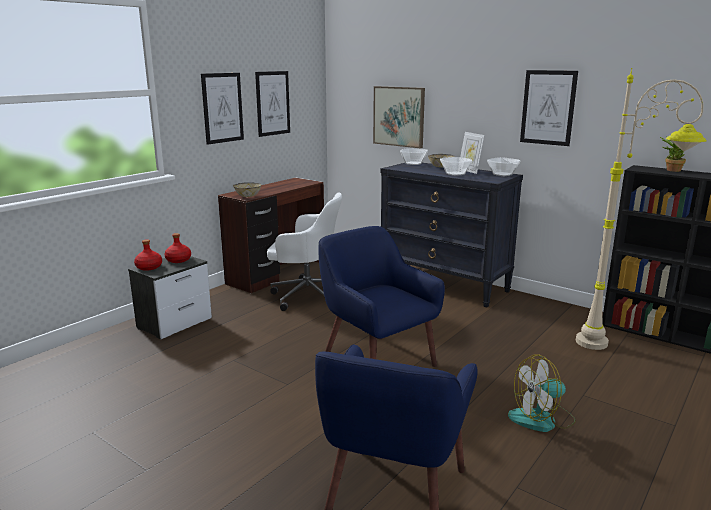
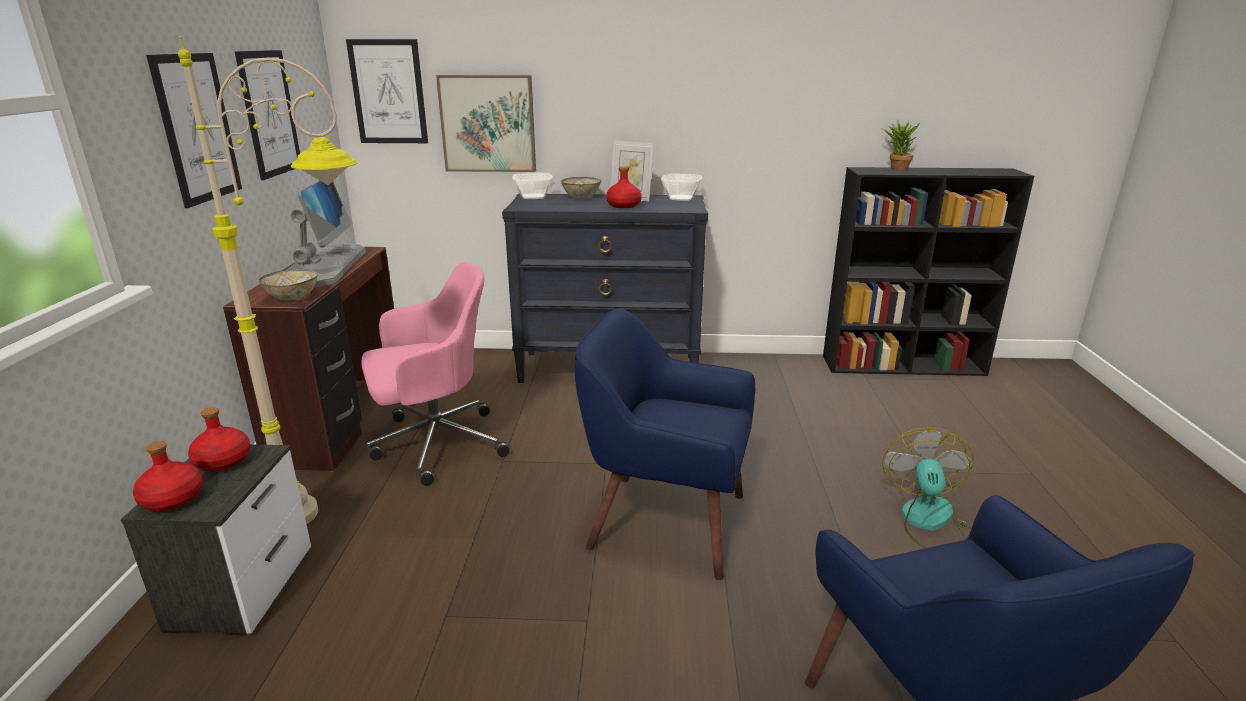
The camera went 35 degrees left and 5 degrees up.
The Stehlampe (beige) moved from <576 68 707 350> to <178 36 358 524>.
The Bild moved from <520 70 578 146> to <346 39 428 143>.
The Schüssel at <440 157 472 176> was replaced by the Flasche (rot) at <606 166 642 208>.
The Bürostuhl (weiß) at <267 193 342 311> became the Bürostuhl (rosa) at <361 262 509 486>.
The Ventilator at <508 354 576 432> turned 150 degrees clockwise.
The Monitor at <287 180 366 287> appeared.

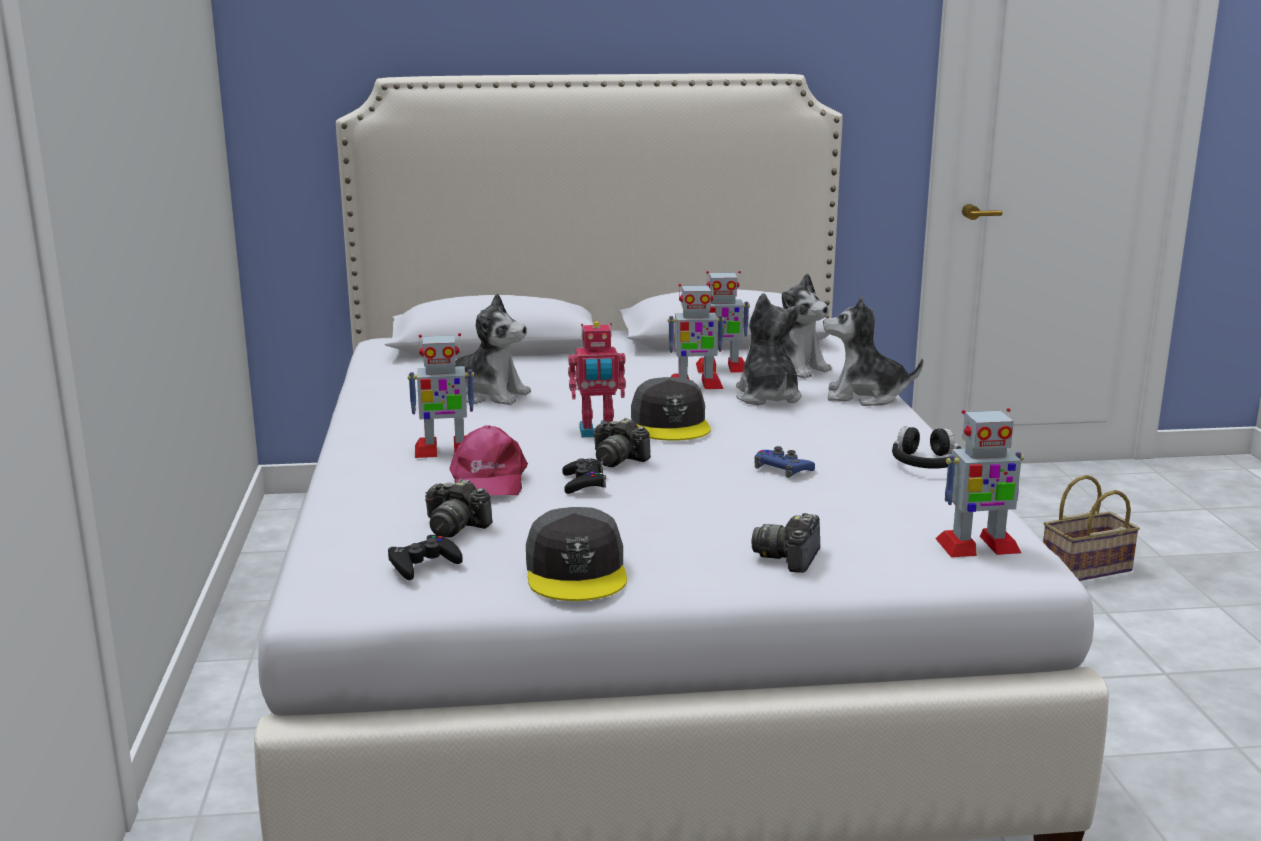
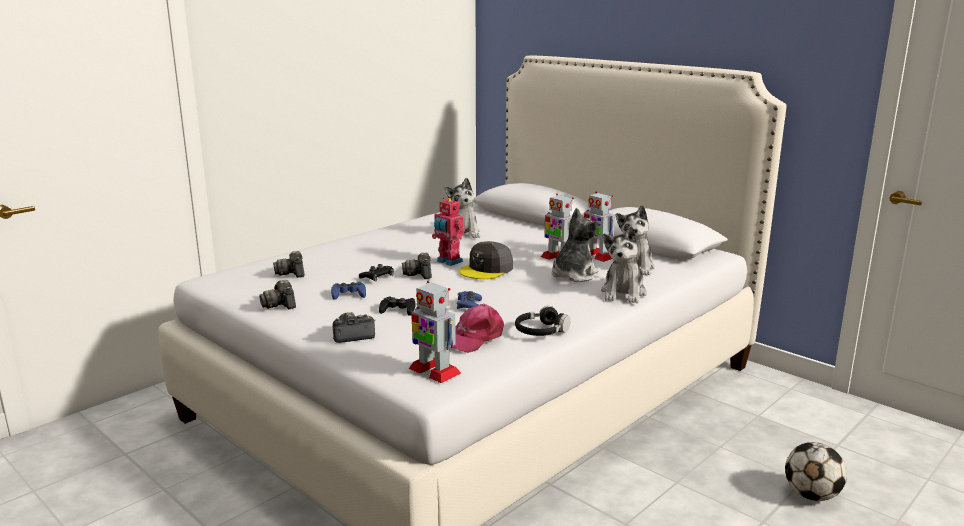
The camera went 50 degrees right and 0 degrees up.
The Plüschtier at <823 296 923 406> turned 135 degrees counterclockwise.
The Spielzeugroboter at <408 333 474 458> disappeared.
The Kappe (rosa) moved from <450 425 528 495> to <453 304 504 353>.
The Korb at <1043 475 1140 581> was replaced by the Fußball at <785 442 847 501>.
The Kappe (grau) at <526 507 627 601> was replaced by the Kamera at <259 280 296 309>.
The Gamepad (schwarz) moved from <388 535 463 580> to <379 297 416 316>.
The Gamepad (blau) at <331 282 366 300> appeared.

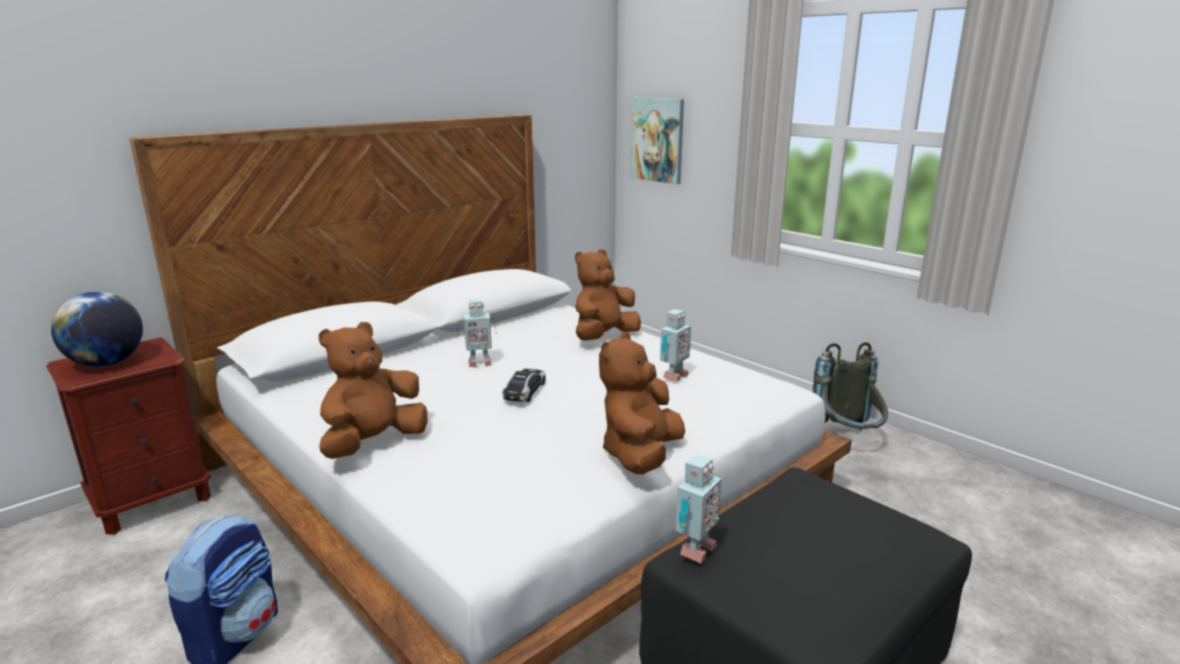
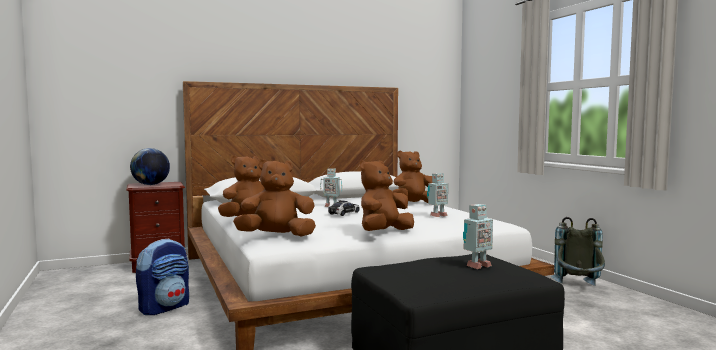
The camera went 20 degrees right and 15 degrees down.
The Bild at <630 97 684 185> disappeared.
The Spielzeugroboter moved from <676 454 721 563> to <463 204 493 269>.
The Plüschtier (braun) at <233 159 316 237> appeared.

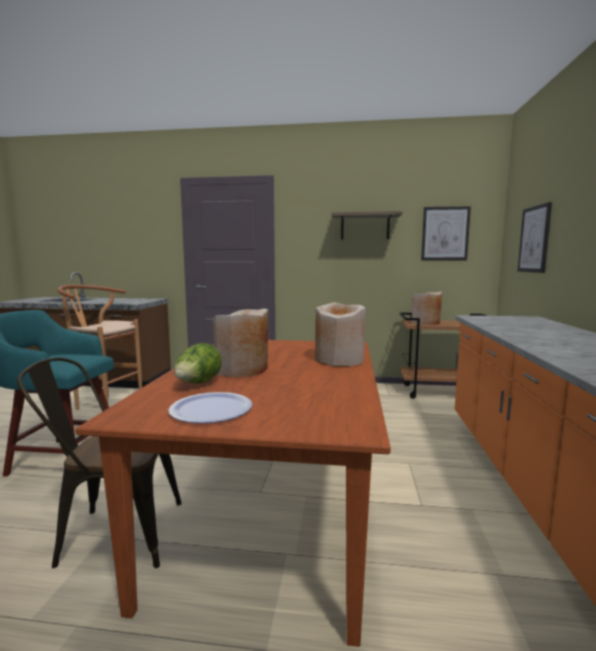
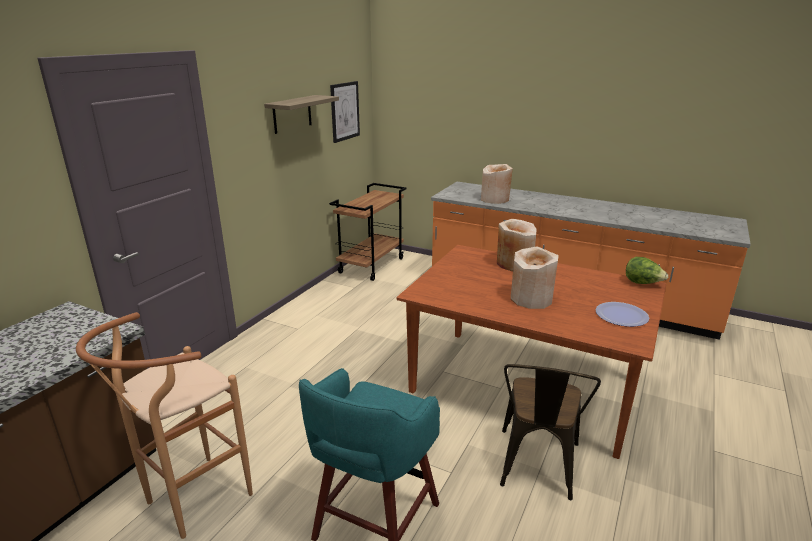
The camera went 70 degrees left and 15 degrees up.
The Bild at <518 202 552 273> disappeared.
The Vase (beige) moved from <412 292 442 325> to <481 164 513 204>.
The Salatkopf moved from <174 343 222 384> to <626 257 668 284>.

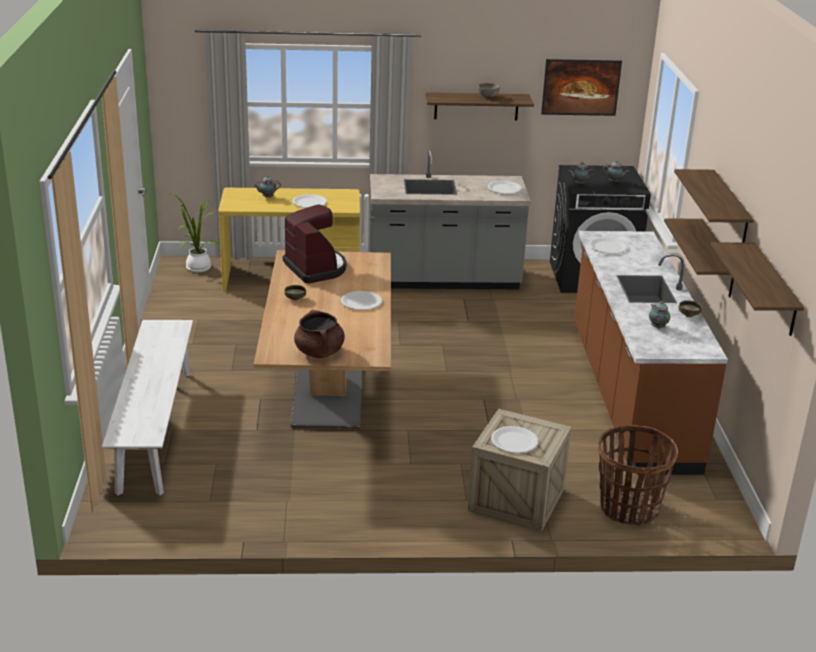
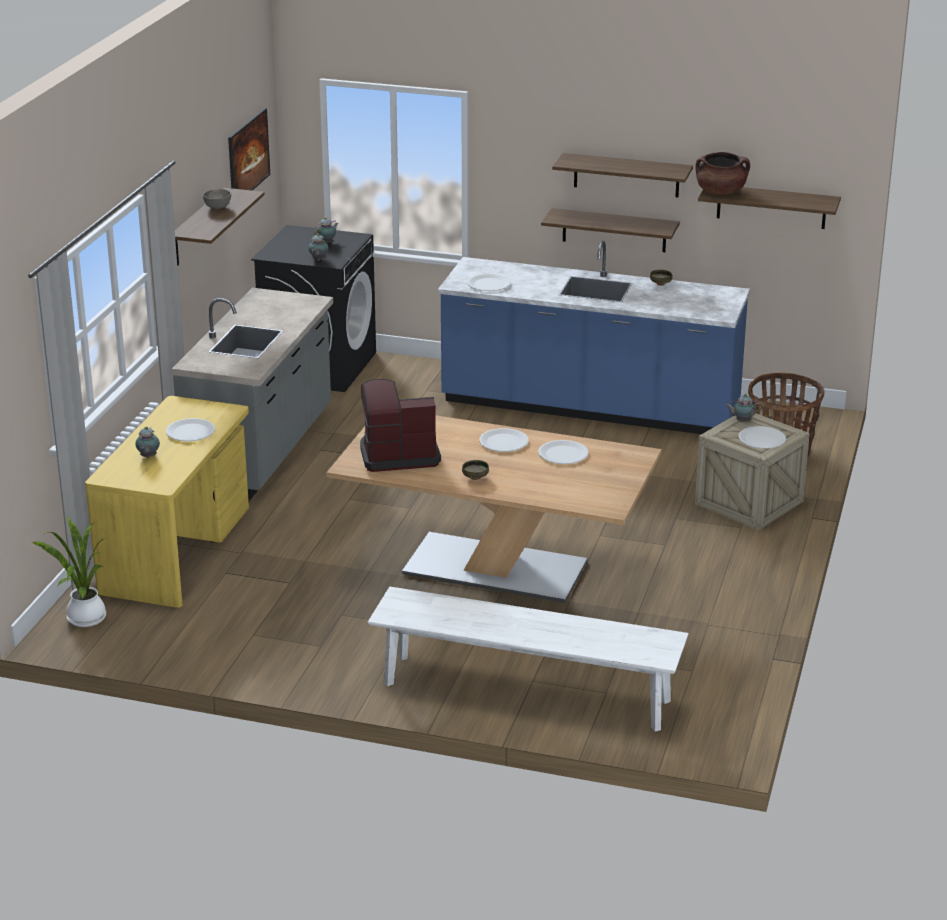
The camera went 70 degrees left and 0 degrees up.
The Teller (weiß) moved from <488 181 522 194> to <538 440 589 464>.
The Küchenzeile (braun) at <574 231 728 475> became the Küchenzeile (blau) at <438 241 750 434>.
The Teekanne moved from <649 301 670 329> to <726 394 762 422>.
The Kochtopf (braun) moved from <294 310 345 358> to <695 152 750 195>.

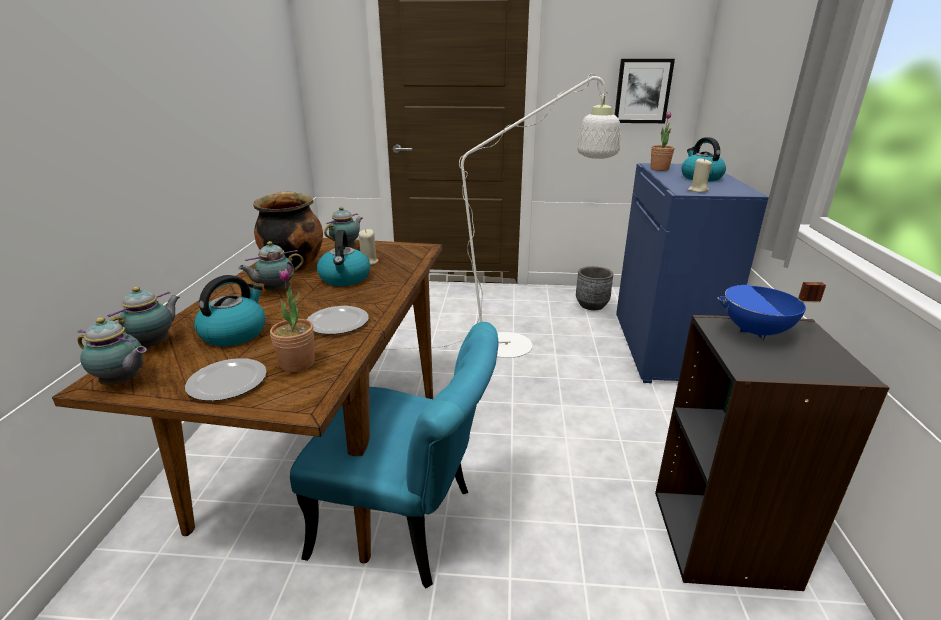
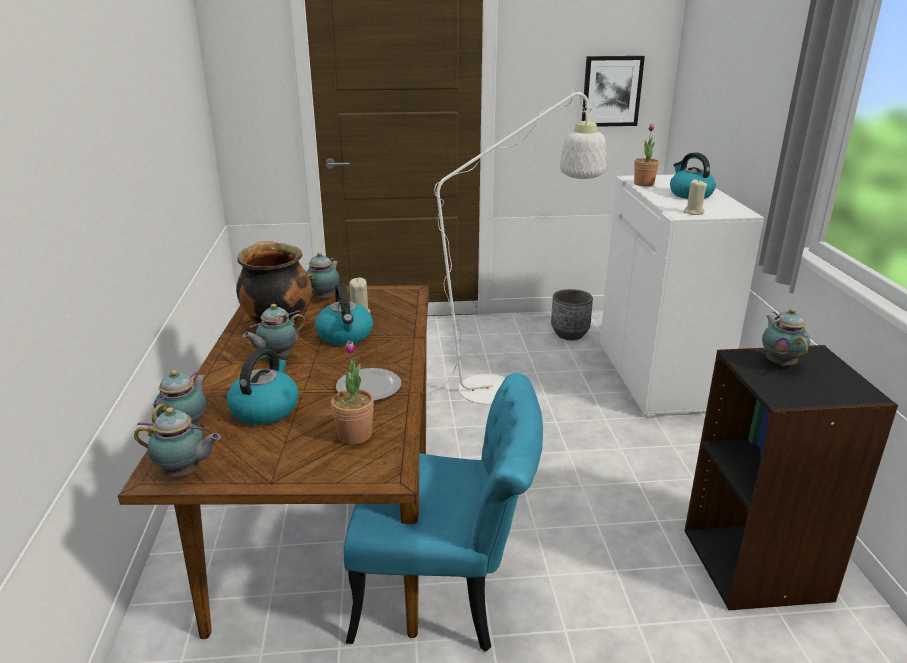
The camera went 10 degrees left and 0 degrees up.
The Schrank (blau) at <616 163 769 383> became the Schrank (weiß) at <600 175 764 418>.
The Kochtopf (blau) at <717 282 826 340> was replaced by the Teekanne at <762 308 810 367>.
The Teller at <185 358 267 401> disappeared.

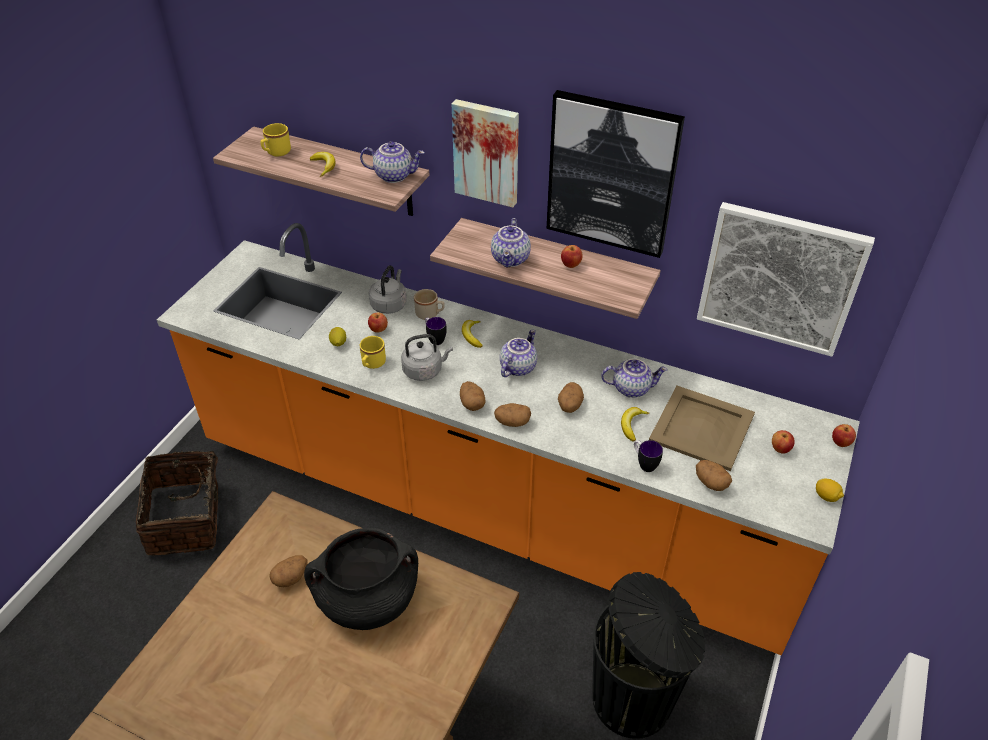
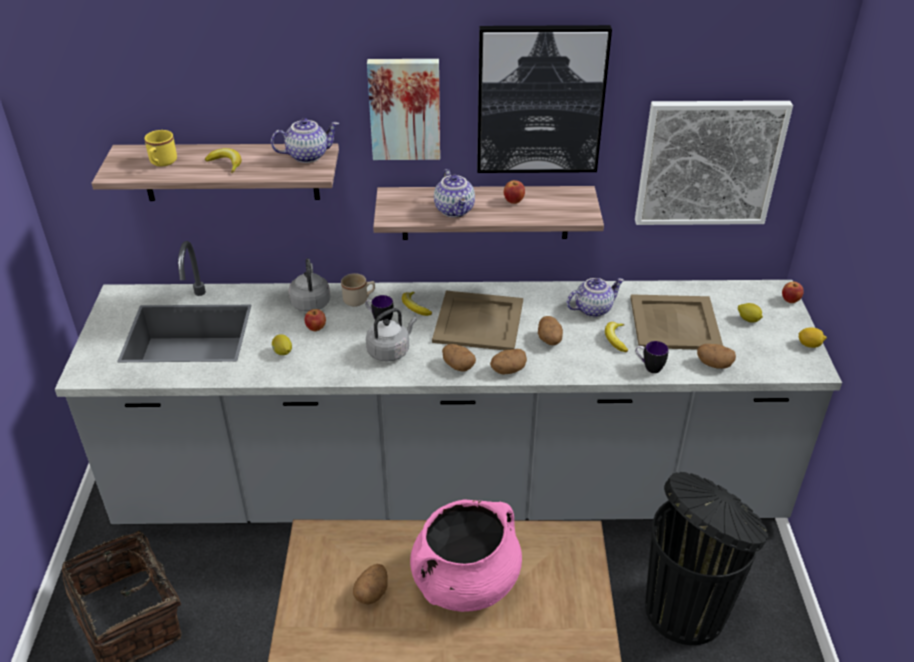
The camera went 25 degrees left and 5 degrees down.
The Küchenzeile (orange) at <157 223 860 656> became the Küchenzeile (grau) at <55 241 842 525>.
The Teekanne at <500 330 537 377> was replaced by the Tablett (beige) at <432 291 523 350>.
The Henkelbecher (gelb) at <360 336 386 369> disappeared.
The Apfel at <772 430 795 454> was replaced by the Zitrone at <738 303 763 323>.
The Kochtopf (schwarz) at <304 528 418 630> became the Kochtopf (rosa) at <410 499 522 612>.

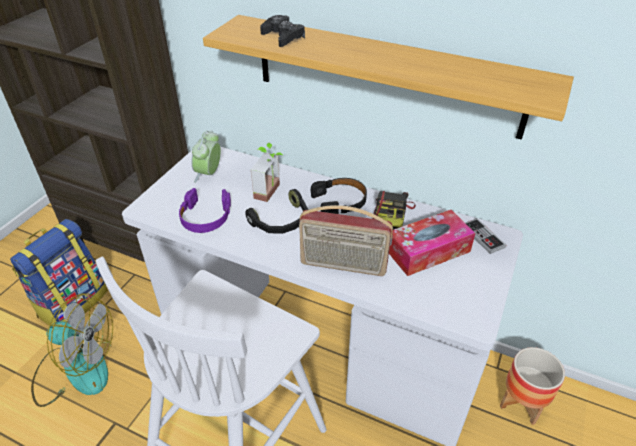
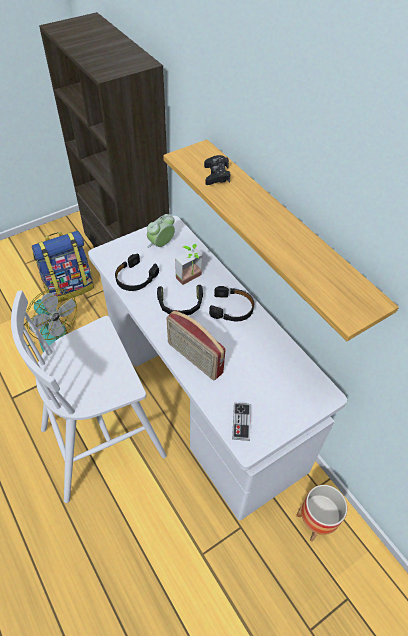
The camera went 30 degrees right and 10 degrees up.
The Kopfhörer (lila) at <179 188 231 233> became the Kopfhörer (schwarz) at <115 254 159 291>.
The Kamera at <372 191 416 230> disappeared.
The Taschentuchbox at <389 210 475 276> disappeared.
The Gamepad moved from <466 218 506 254> to <232 403 251 441>.

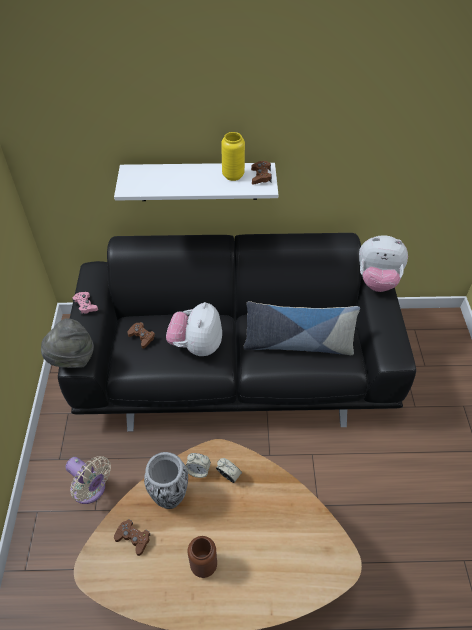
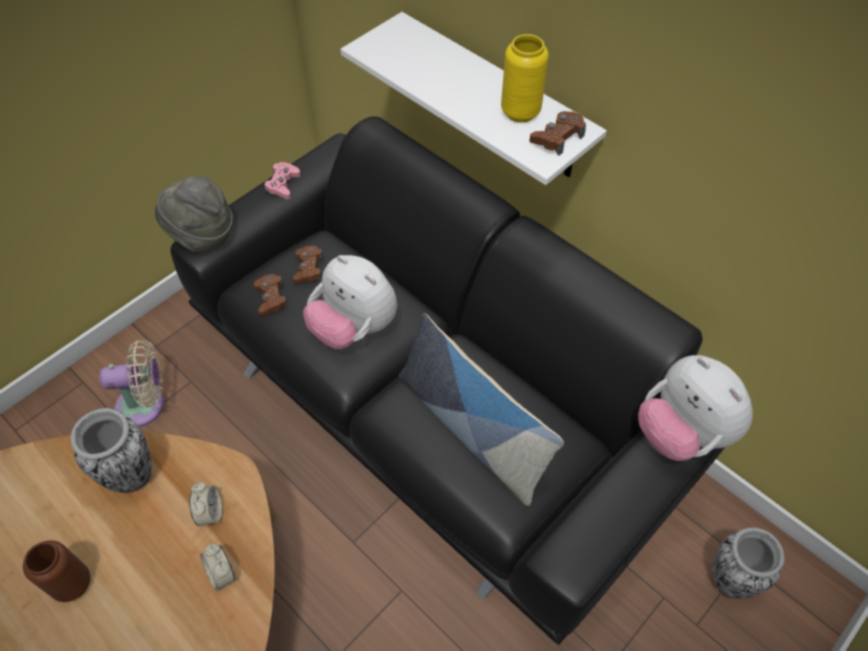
The camera went 45 degrees right and 5 degrees up.
The Plüschtier at <166 302 222 356> turned 105 degrees counterclockwise.
The Wecker moved from <185 453 211 478> to <200 544 235 591>.
The Ventilator (beige) at <65 456 111 504> turned 90 degrees counterclockwise.
The Gamepad (braun) moved from <114 519 150 556> to <254 274 288 316>.
The Vase at <713 527 785 599> appeared.

